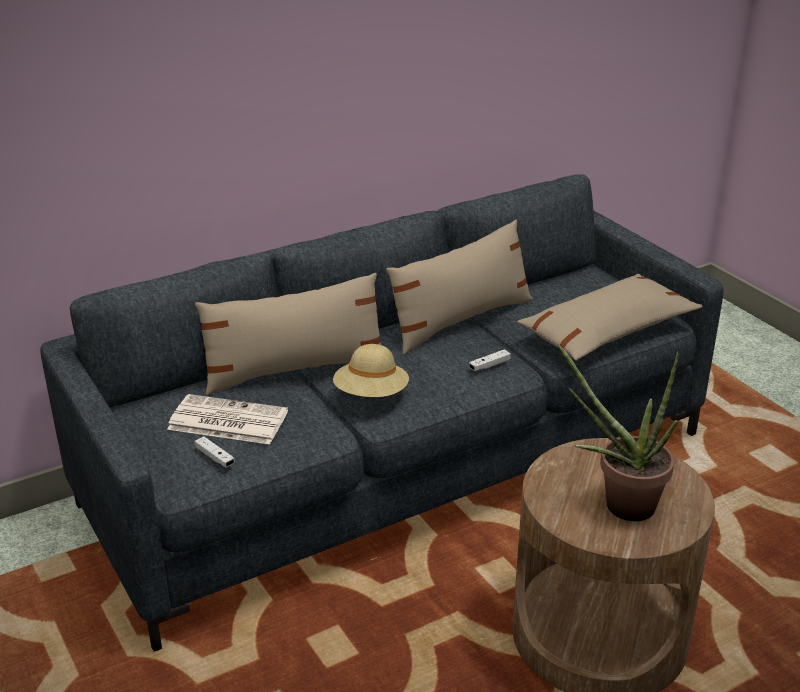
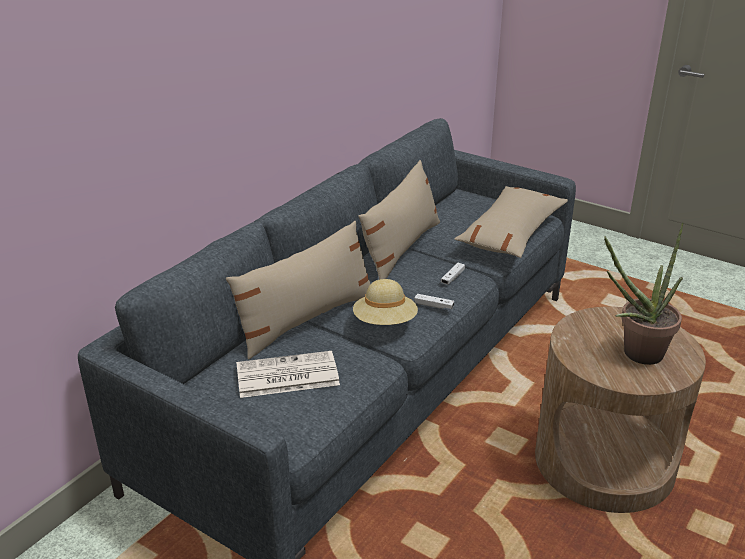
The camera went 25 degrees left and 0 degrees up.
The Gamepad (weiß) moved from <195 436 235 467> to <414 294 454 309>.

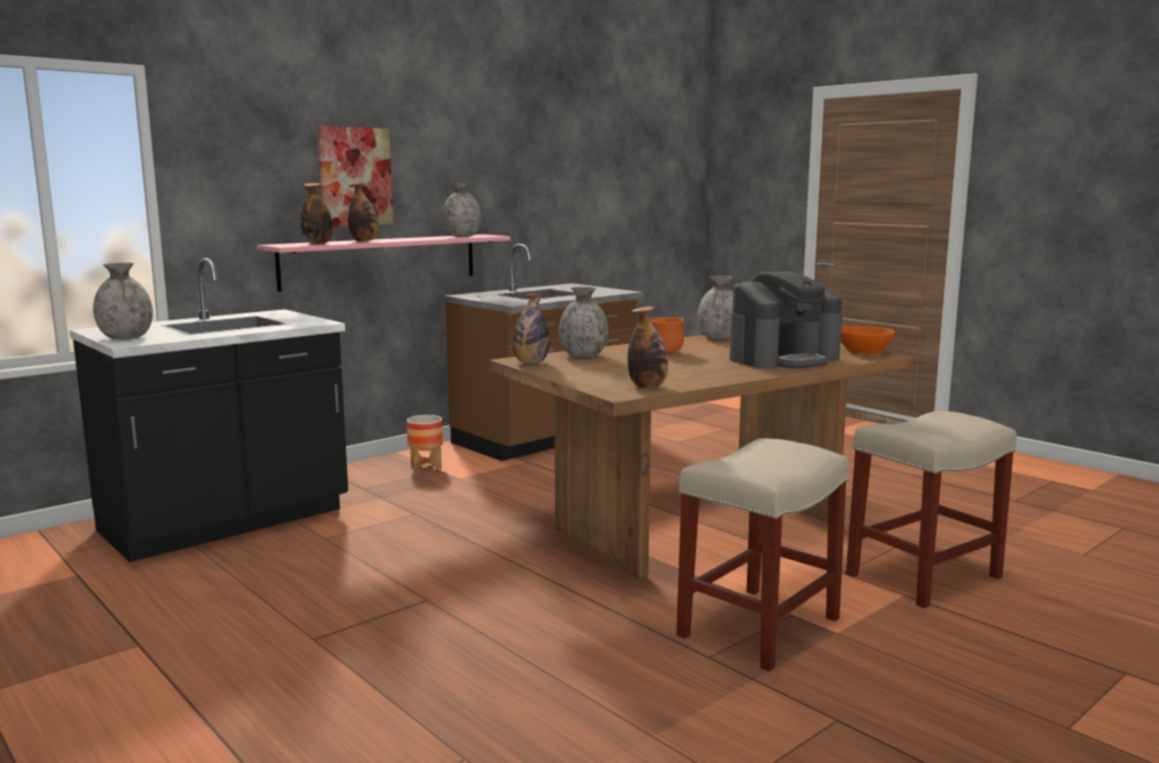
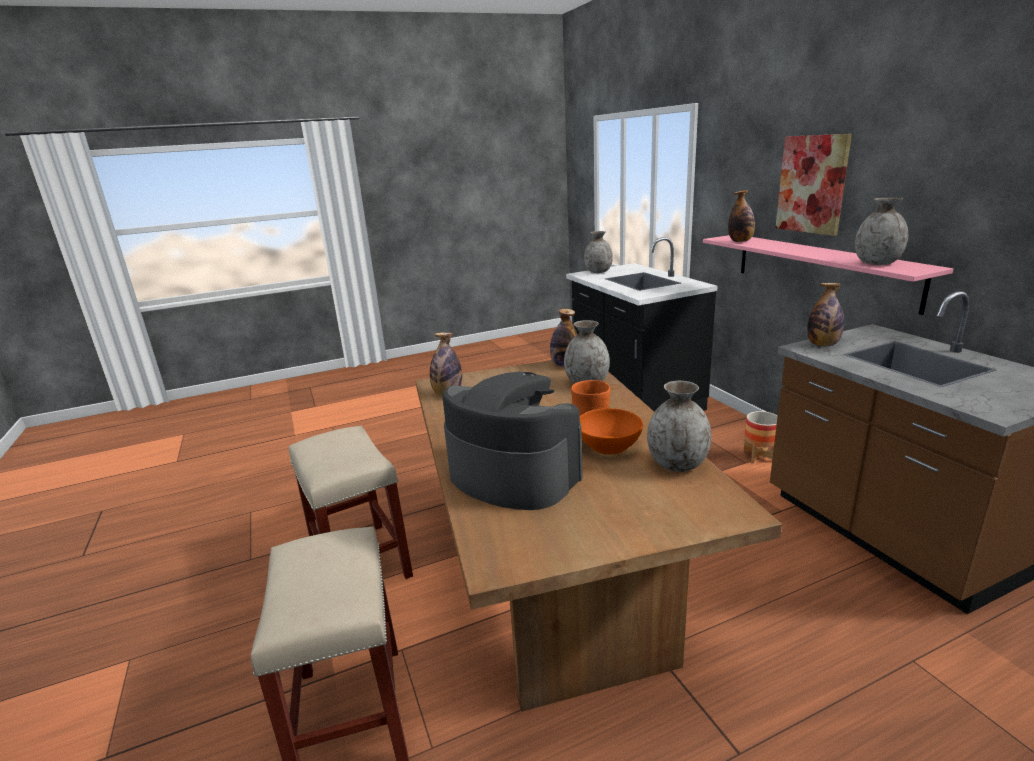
The camera went 110 degrees right and 10 degrees up.
The Flasche moved from <348 183 378 242> to <807 283 844 347>.
The Kaffeemaschine at <729 271 842 369> turned 135 degrees clockwise.
The Schüssel (orange) moved from <841 326 895 355> to <580 408 643 455>.

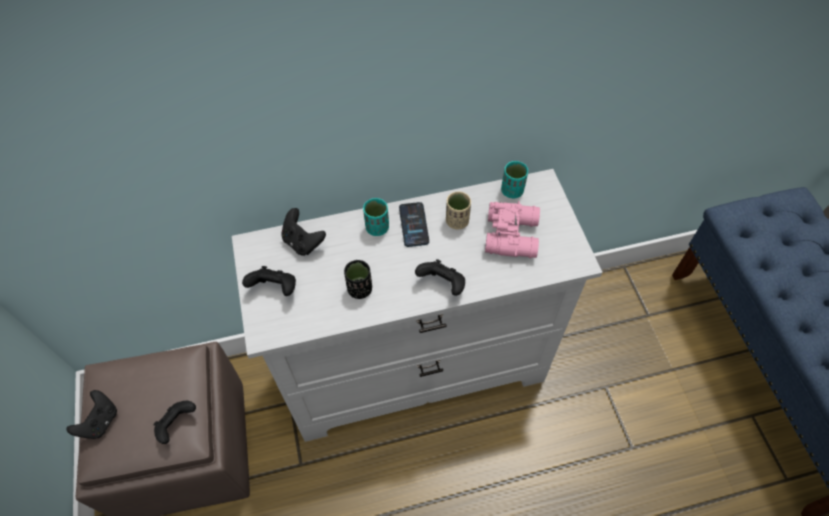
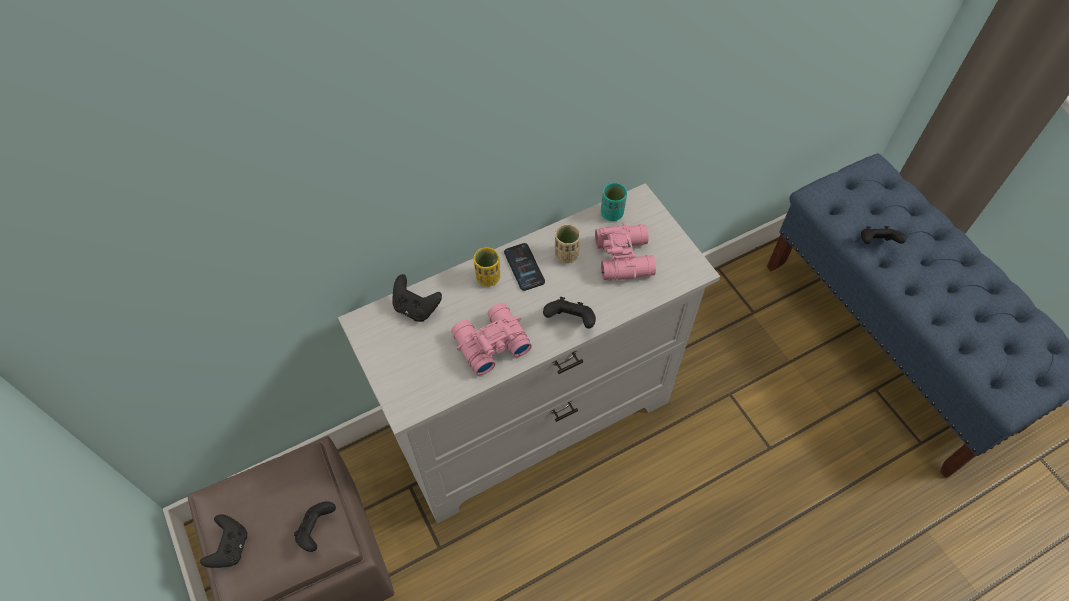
The camera went 15 degrees left and 0 degrees up.
The Tasse (türkis) at <363 198 389 236> became the Tasse (gelb) at <474 247 500 287>.
The Tasse (schwarz) at <344 260 372 299> was replaced by the Fernglas (rosa) at <451 303 532 375>.
The Gamepad (schwarz) moved from <242 266 296 296> to <861 226 906 244>.

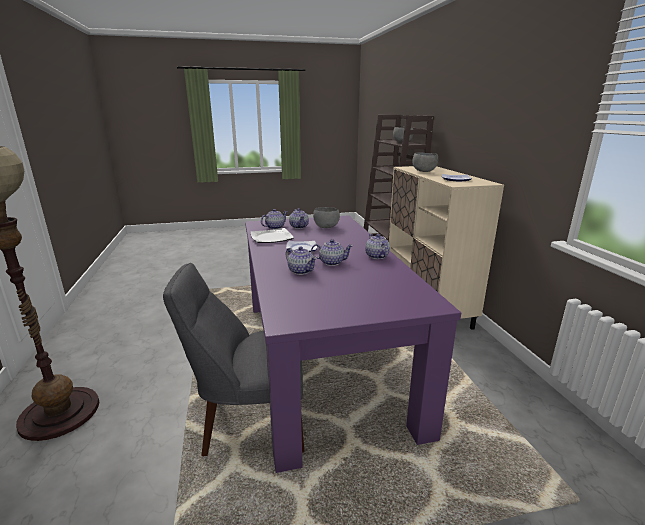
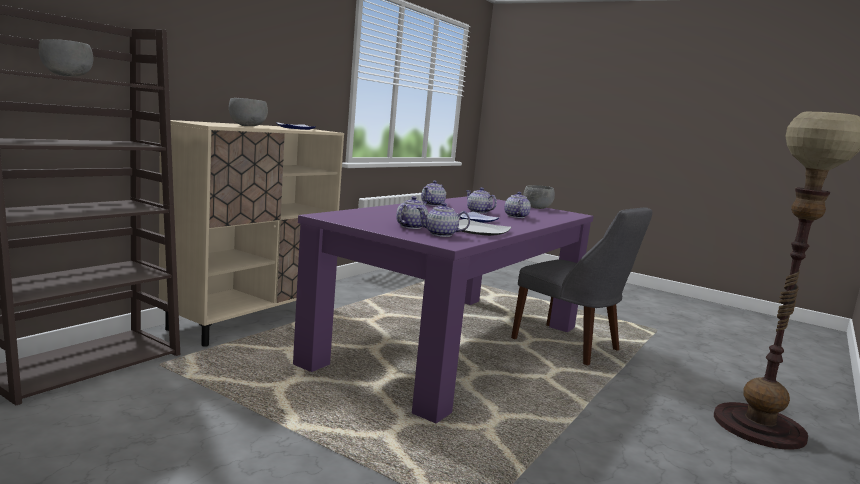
The camera went 135 degrees left and 10 degrees down.
The Schüssel (grau) moved from <313 207 340 228> to <524 185 555 209>.

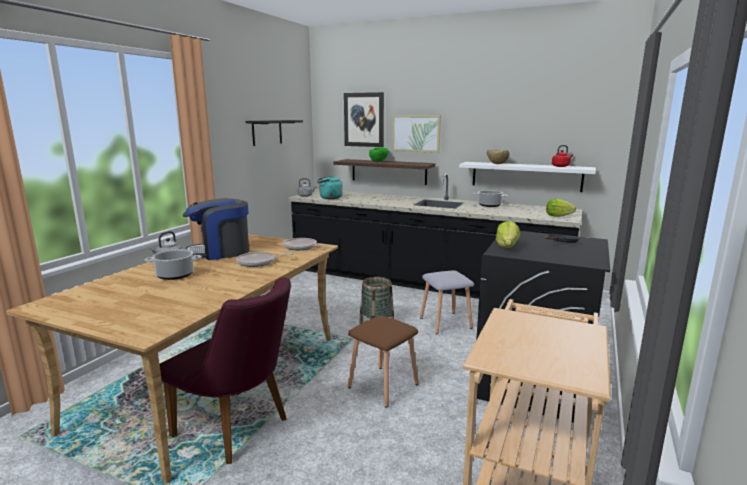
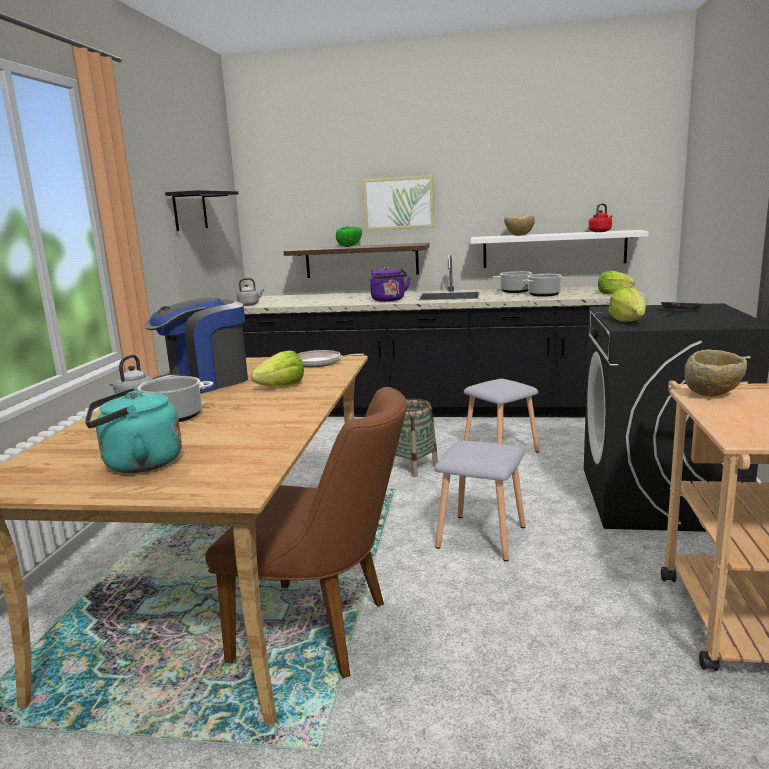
The camera went 15 degrees left and 0 degrees up.
The Bild at <344 92 384 147> disappeared.
The Wasserkessel (türkis) moved from <317 176 343 199> to <85 388 182 473>.
The Pfanne at <236 252 293 267> was replaced by the Salatkopf at <251 350 304 386>.
The Stuhl (lila) at <160 277 291 464> became the Stuhl (braun) at <205 387 407 679>.
The Hocker (braun) at <348 315 419 408> became the Hocker (grau) at <434 441 526 561>.
The Wasserkessel (lila) at <370 267 411 302> appeared.
The Kochtopf at <522 274 567 297> appeared.
The Schüssel (beige) at <684 349 747 397> appeared.

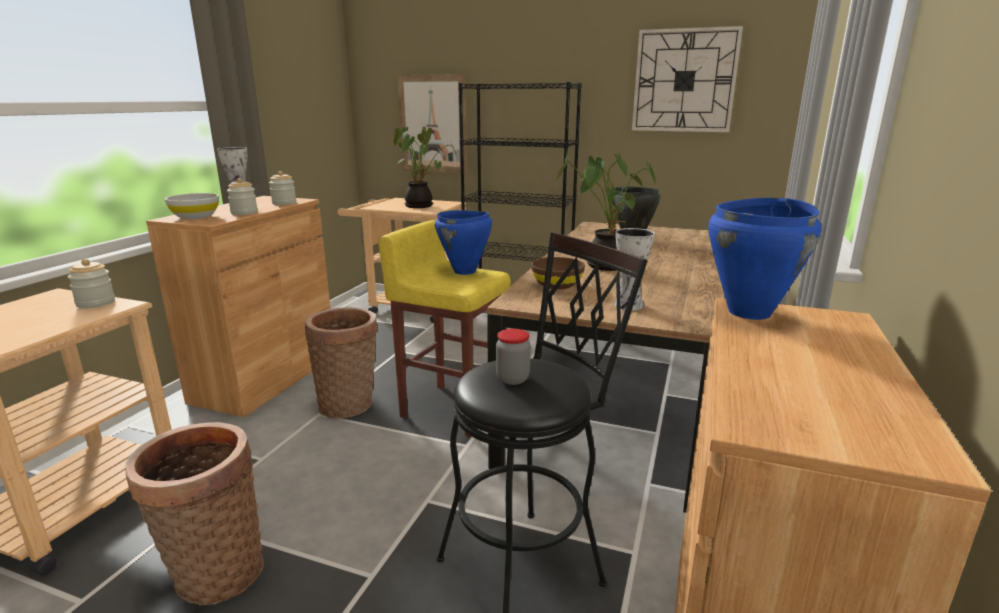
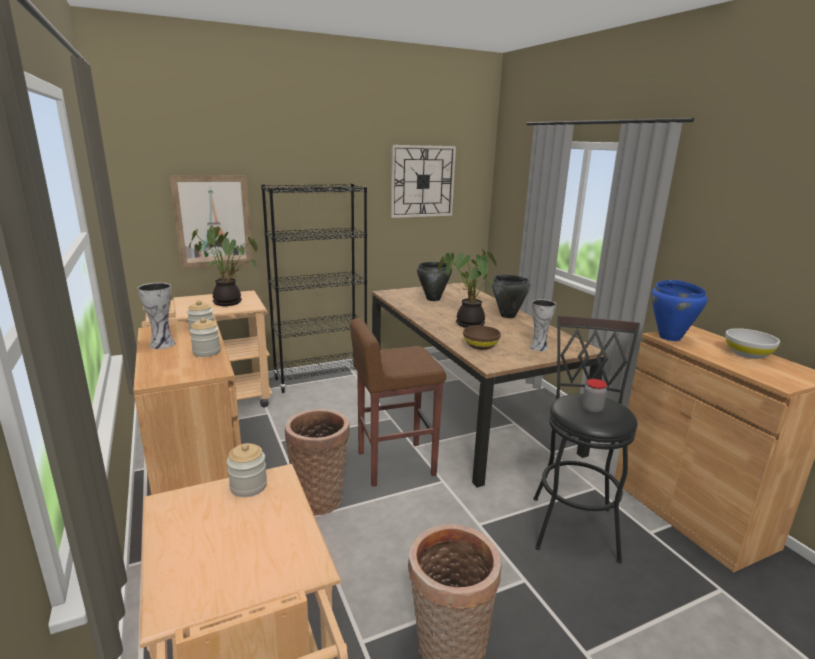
The camera went 45 degrees left and 0 degrees up.
The Schüssel (weiß) moved from <165 193 219 219> to <725 328 780 359>.
The Kochtopf (blau) at <435 210 493 275> disappeared.
The Hocker (gelb) at <379 220 511 437> became the Hocker (braun) at <350 318 446 487>.
The Kochtopf (schwarz) at <492 275 530 318> appeared.

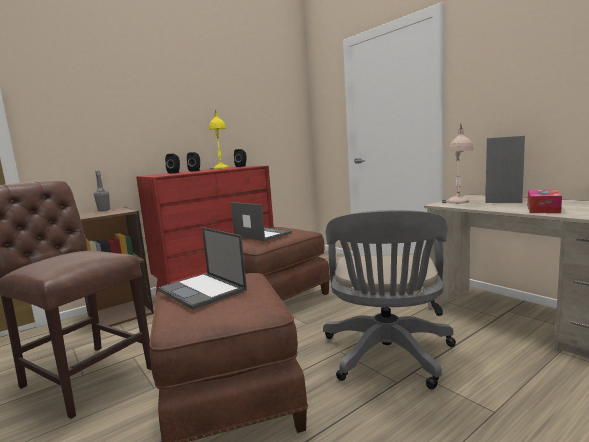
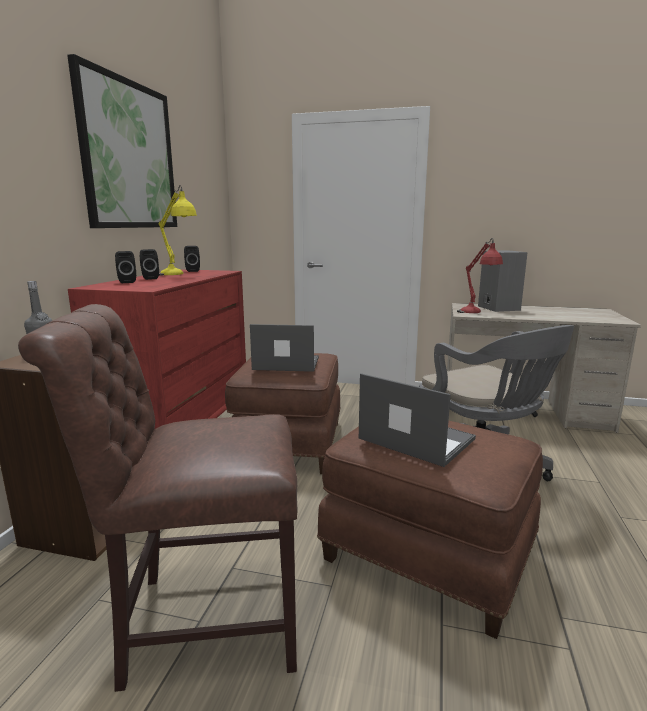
The camera went 40 degrees left and 5 degrees up.
The Tischlampe (beige) at <442 124 474 204> became the Tischlampe (rot) at <457 238 503 313>.
The Taschentuchbox at <527 190 562 213> disappeared.
The Laptop at <158 227 247 310> turned 150 degrees counterclockwise.
The Bild at <67 54 177 228> appeared.

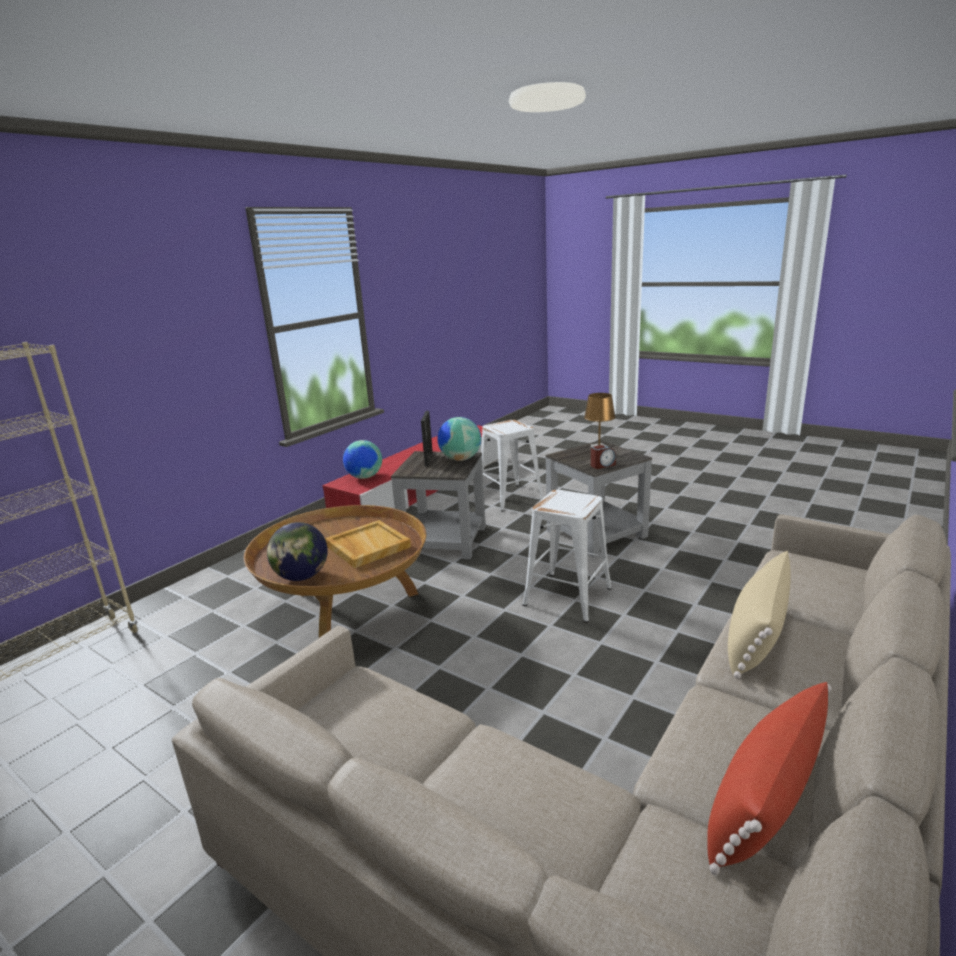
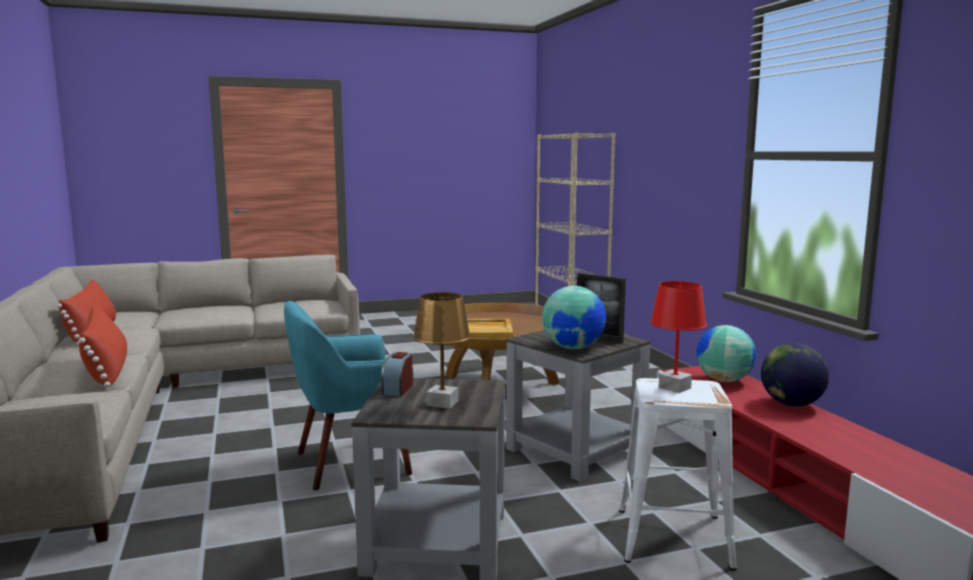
The camera went 125 degrees right and 10 degrees down.
The Hocker (weiß) at <523 490 612 623> was replaced by the Sessel (türkis) at <284 301 414 490>.
The Globus moved from <267 522 328 581> to <761 343 829 406>.
The Kissen (beige) at <728 551 791 679> became the Kissen (rot) at <79 305 127 387>.
The Tischlampe (rot) at <650 281 707 393> appeared.

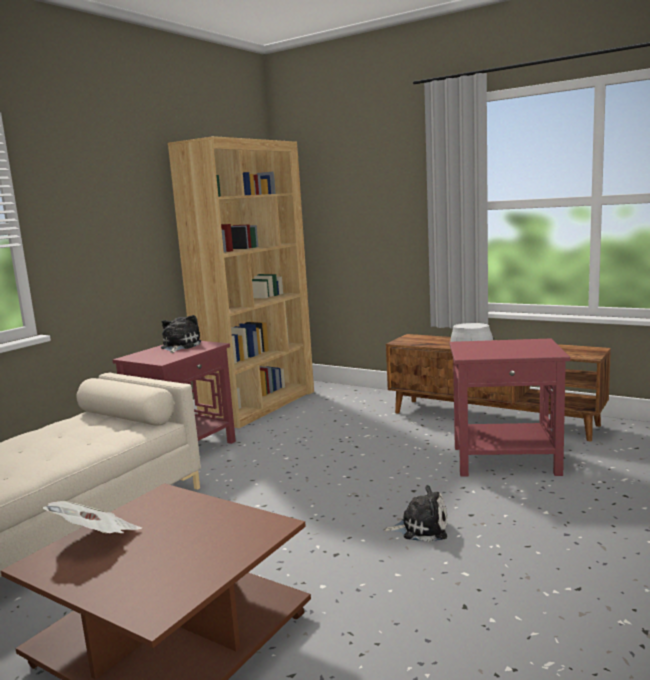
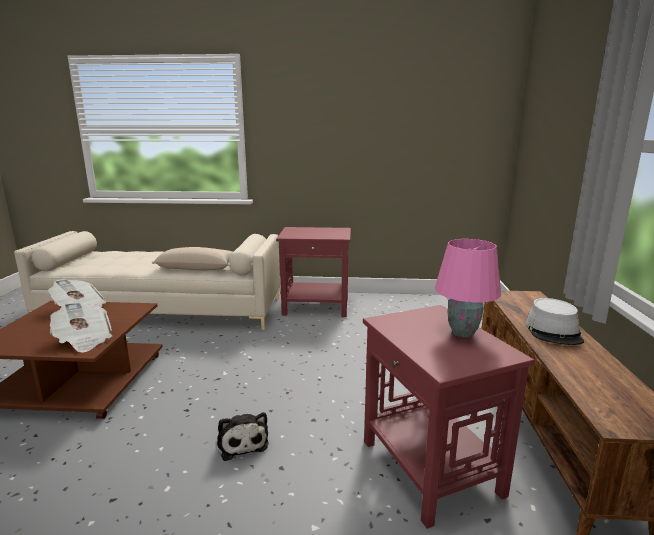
The camera went 60 degrees right and 5 degrees up.
The Bücherregal (braun) at <168 136 314 428> disappeared.
The Plüschtier at <161 315 201 353> disappeared.
The Tischlampe (rosa) at <435 239 501 338> appeared.
The Kissen (beige) at <152 247 233 270> appeared.
The Zeitung at <50 302 112 352> appeared.

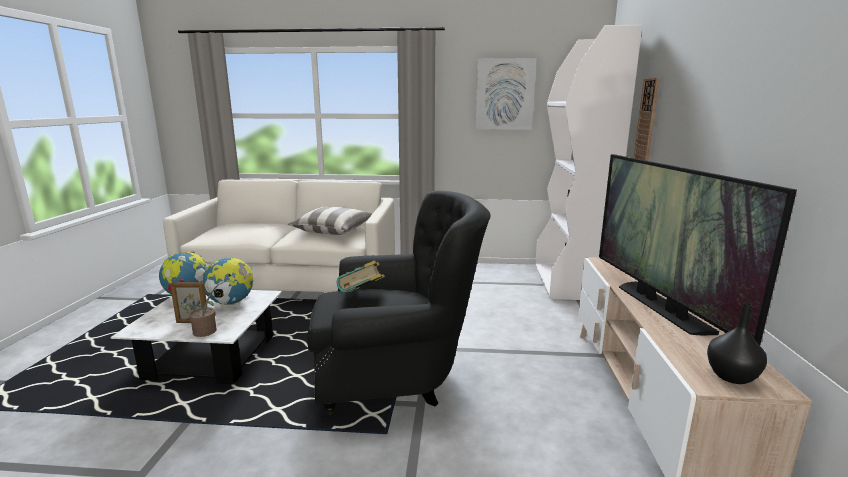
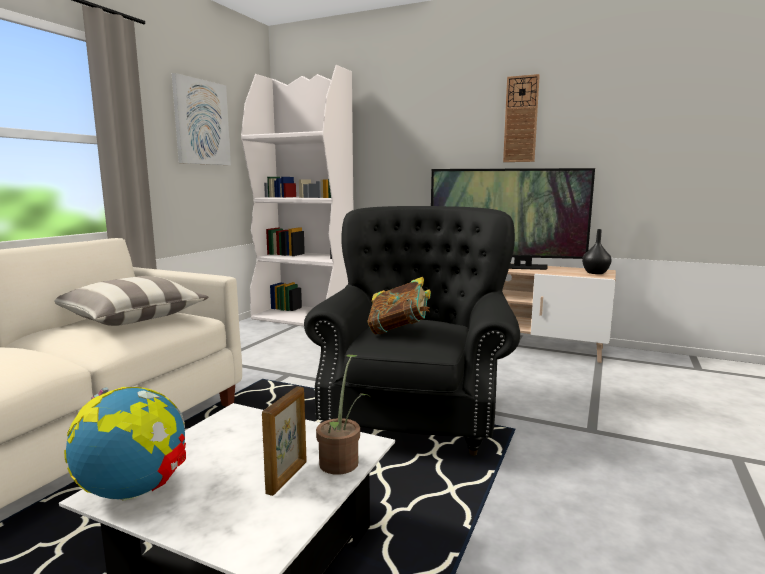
The camera went 70 degrees left and 5 degrees down.
The Wanduhr moved from <634 77 660 161> to <503 74 540 162>.
The Globus at <202 258 254 305> disappeared.

